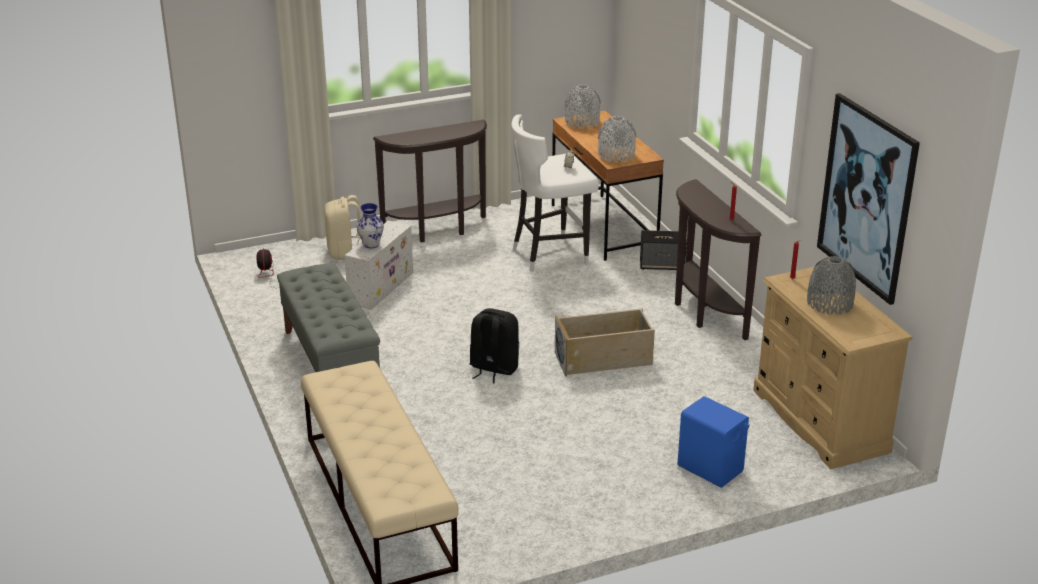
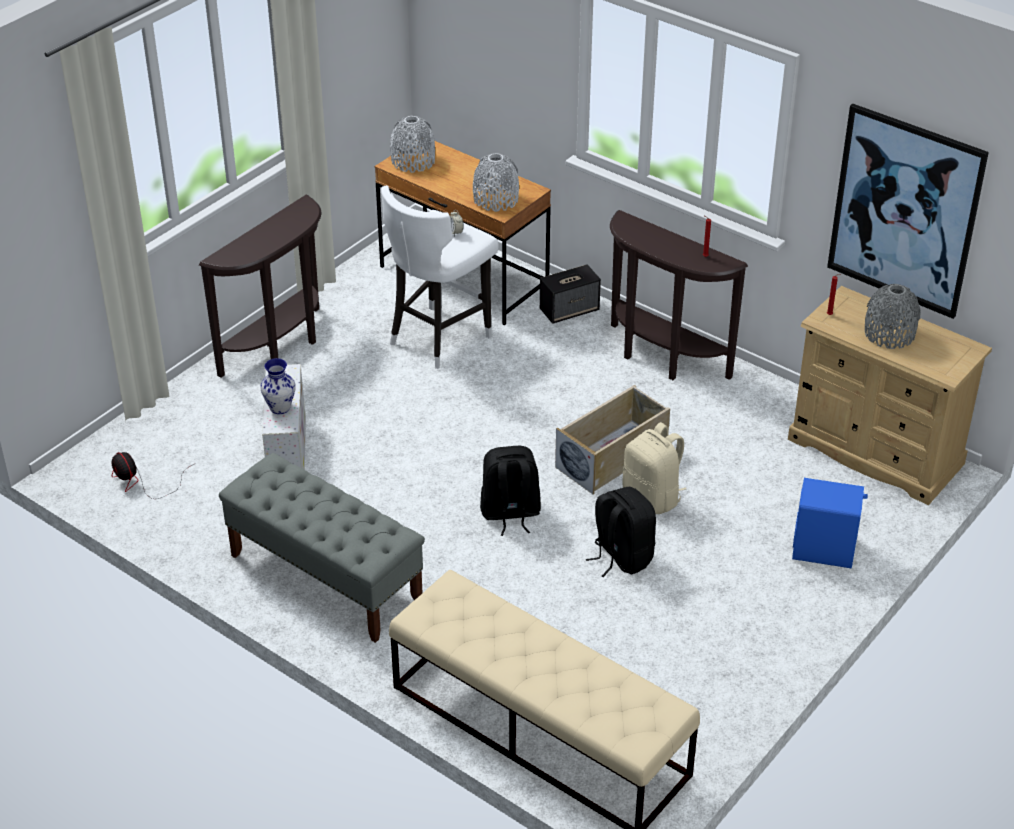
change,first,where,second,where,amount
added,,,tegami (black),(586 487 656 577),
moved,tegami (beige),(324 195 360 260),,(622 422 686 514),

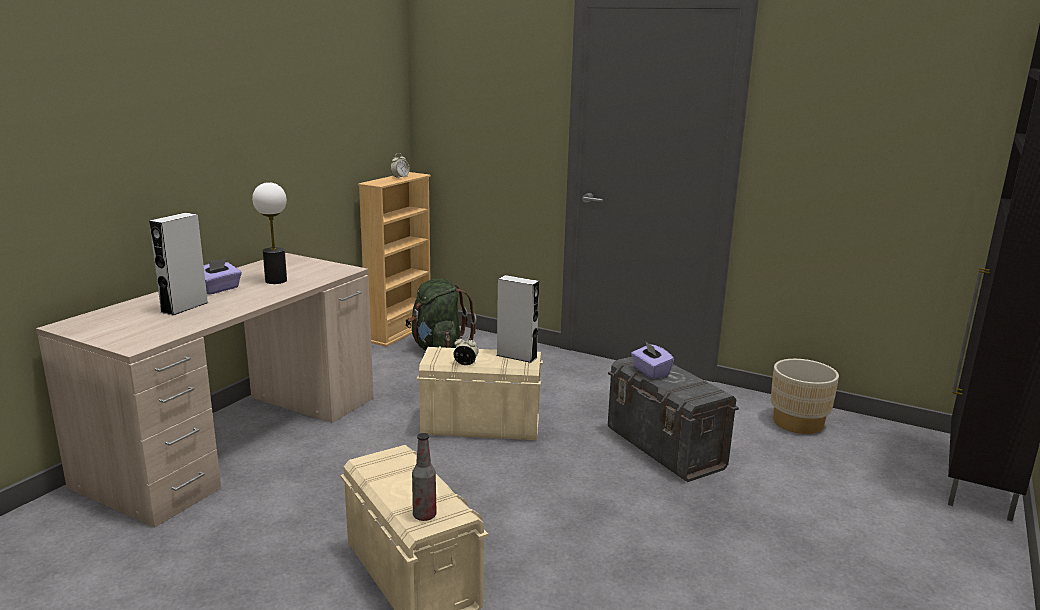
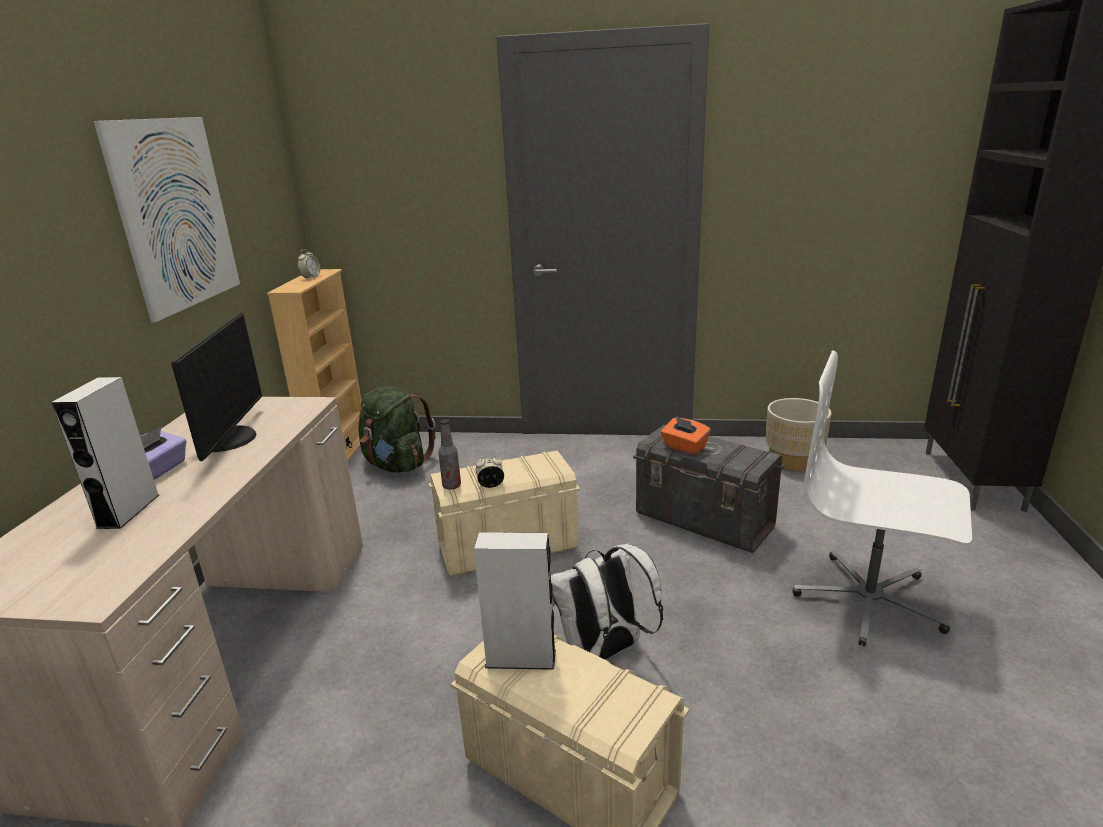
change,first,where,second,where,amount
added,,,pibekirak,(94 117 240 322),
replaced,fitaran,(252 182 287 284),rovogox,(171 313 262 461),
moved,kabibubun,(412 433 437 521),,(438 419 461 490),
moved,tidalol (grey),(496 275 539 363),,(474 533 556 670),
added,,,tegami (white),(551 543 663 660),
recoloured,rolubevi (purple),(631 341 674 379),rolubevi (orange),(661 417 711 455),
added,,,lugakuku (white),(793 351 972 646),

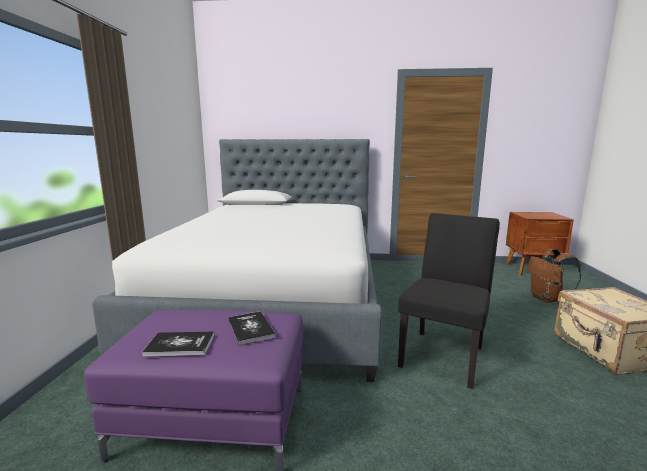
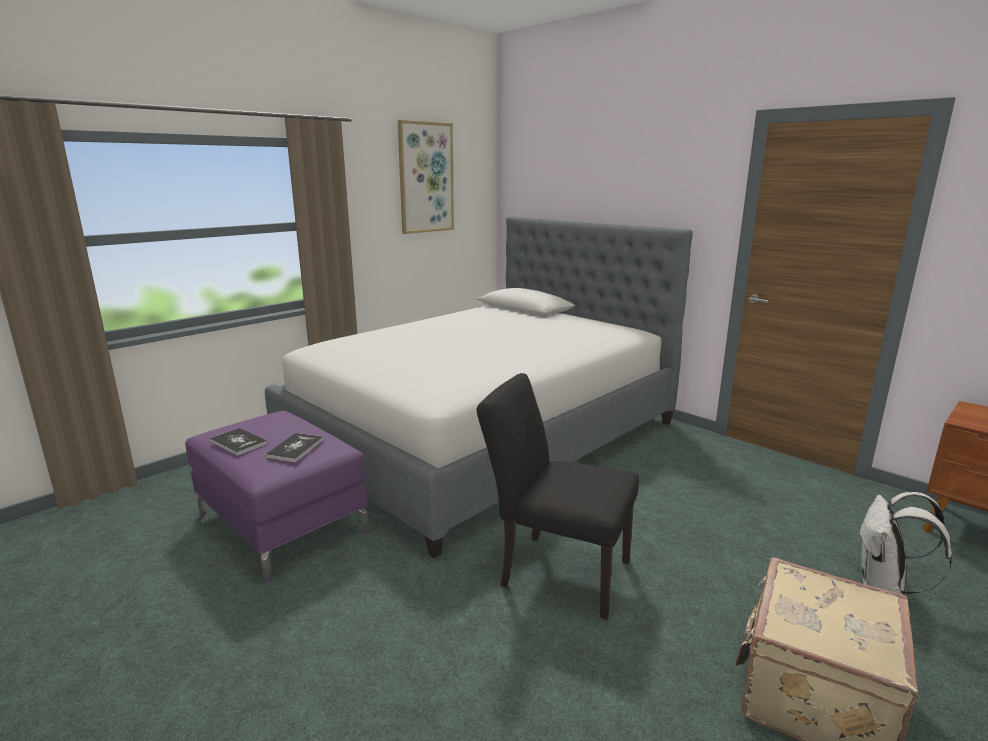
change,first,where,second,where,amount
added,,,pibekirak,(398 120 454 234),
turned,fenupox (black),(398 213 500 389),,(477 373 639 620),135 degrees counterclockwise
recoloured,tegami (brown),(528 248 581 303),tegami (white),(858 492 952 594),

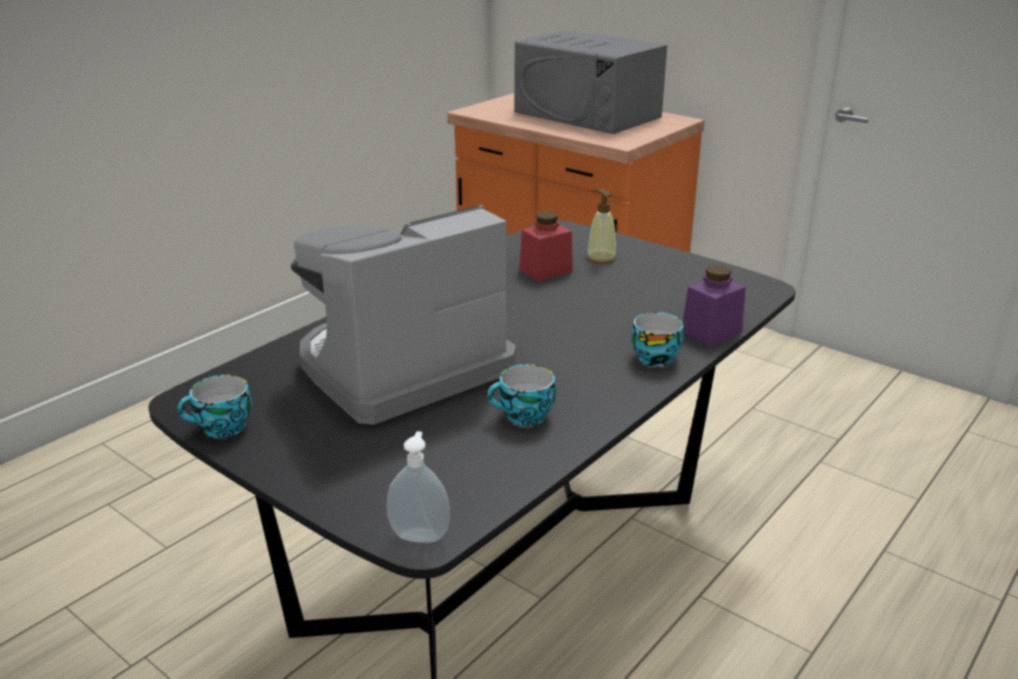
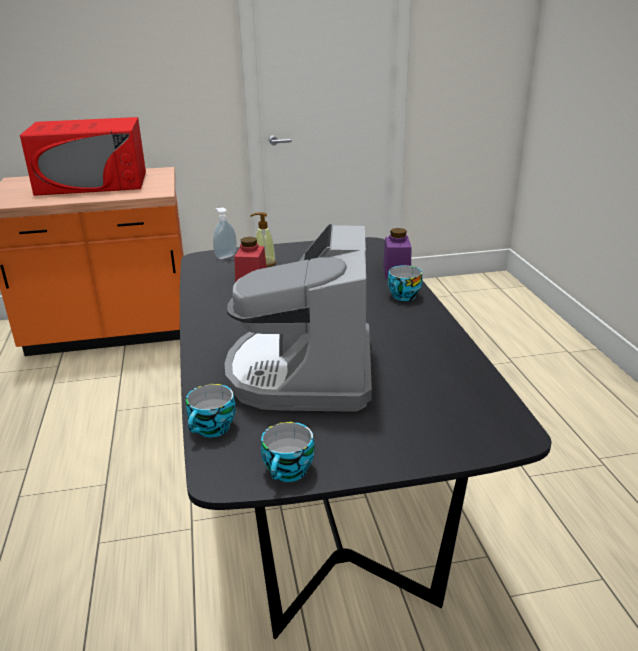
change,first,where,second,where,amount
recoloured,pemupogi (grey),(514 30 667 134),pemupogi (red),(20 117 146 196),
moved,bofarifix,(487 364 556 426),,(186 384 236 437),
moved,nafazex,(387 431 450 543),,(213 208 237 259),

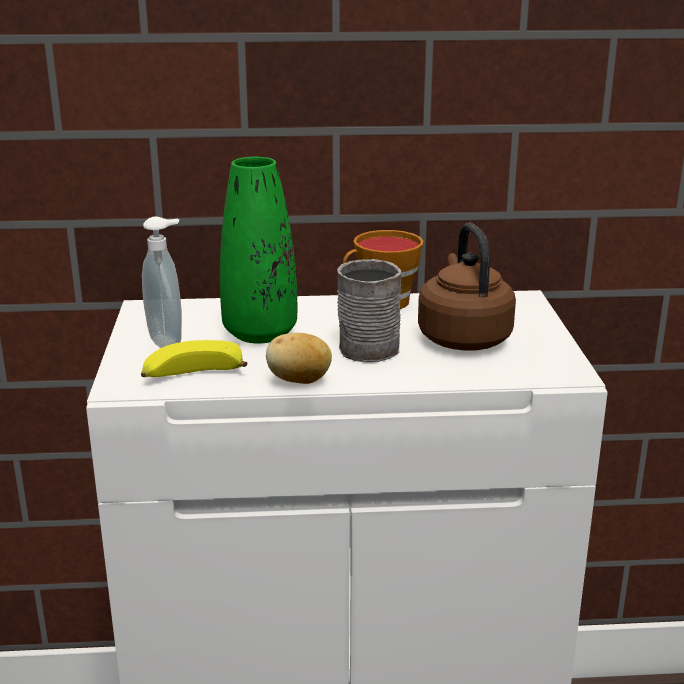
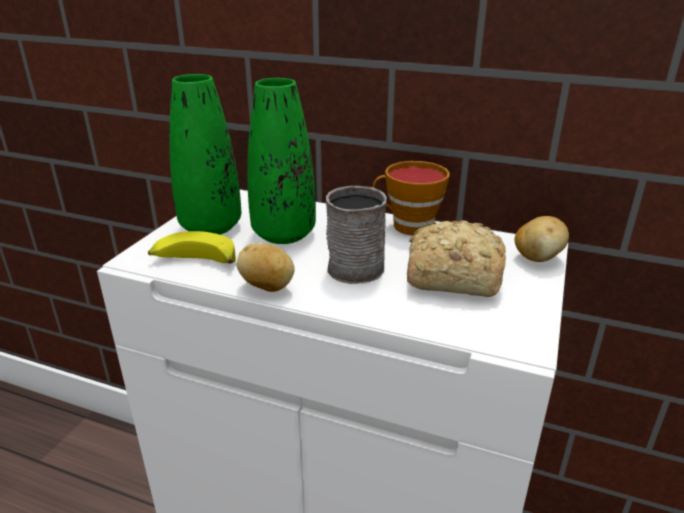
change,first,where,second,where,amount
replaced,nafazex,(142 216 182 348),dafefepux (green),(169 74 241 235),
replaced,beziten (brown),(418 223 516 351),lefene,(407 220 506 297),
added,,,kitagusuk,(515 216 569 262),

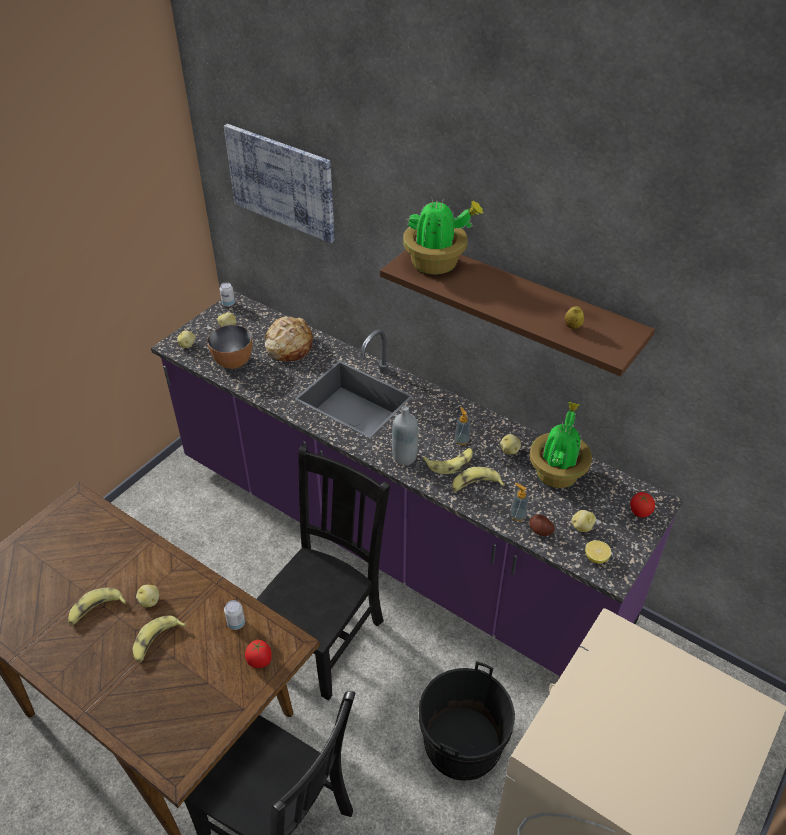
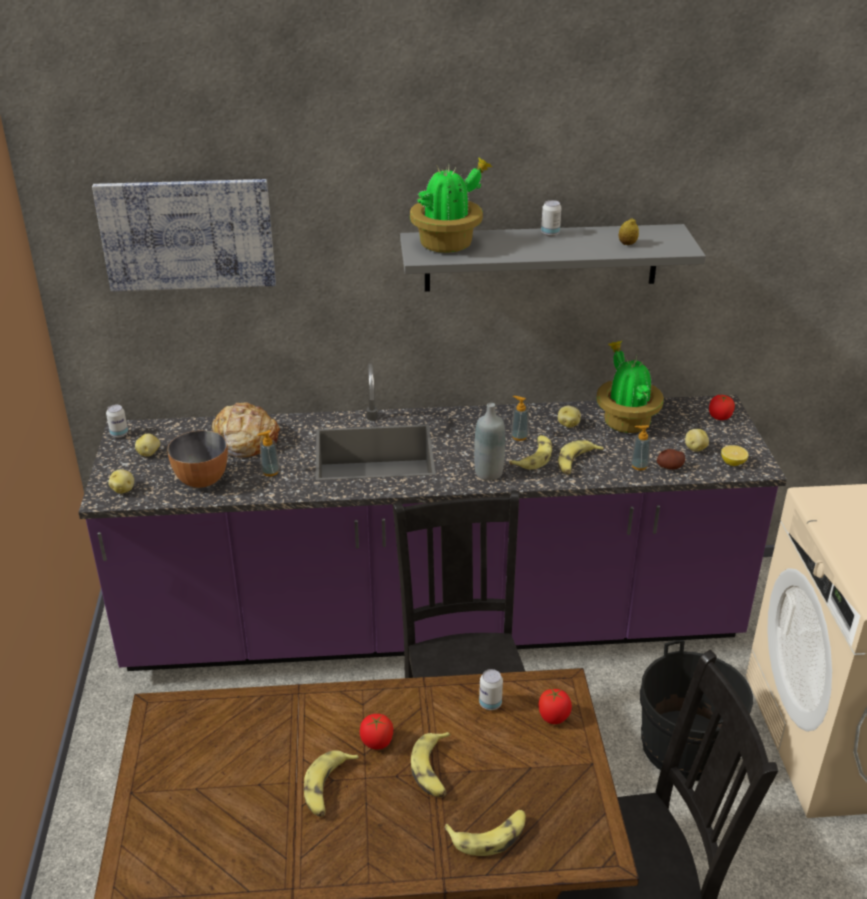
change,first,where,second,where,amount
added,,,nafazex,(257 430 280 476),
replaced,kitagusuk,(136 585 159 607),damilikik,(360 714 393 750),
recoloured,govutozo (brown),(380 250 655 377),govutozo (grey),(400 224 706 292),
added,,,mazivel,(444 810 526 856),
added,,,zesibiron,(541 200 562 237),

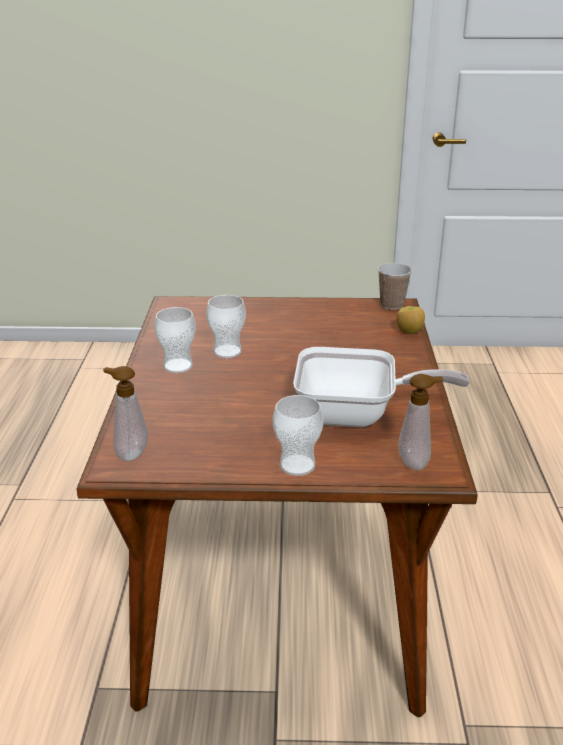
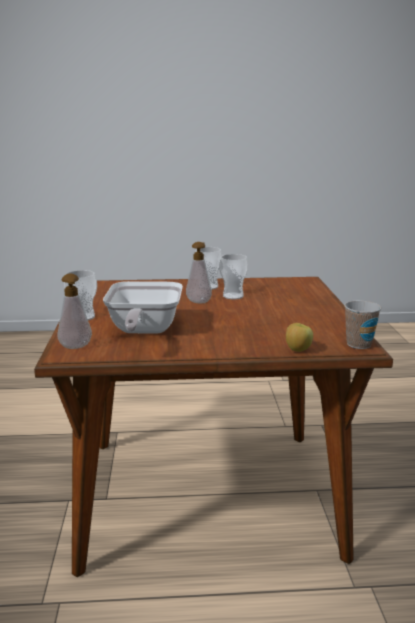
change,first,where,second,where,amount
moved,nafazex,(103 366 148 461),,(186 242 212 303),

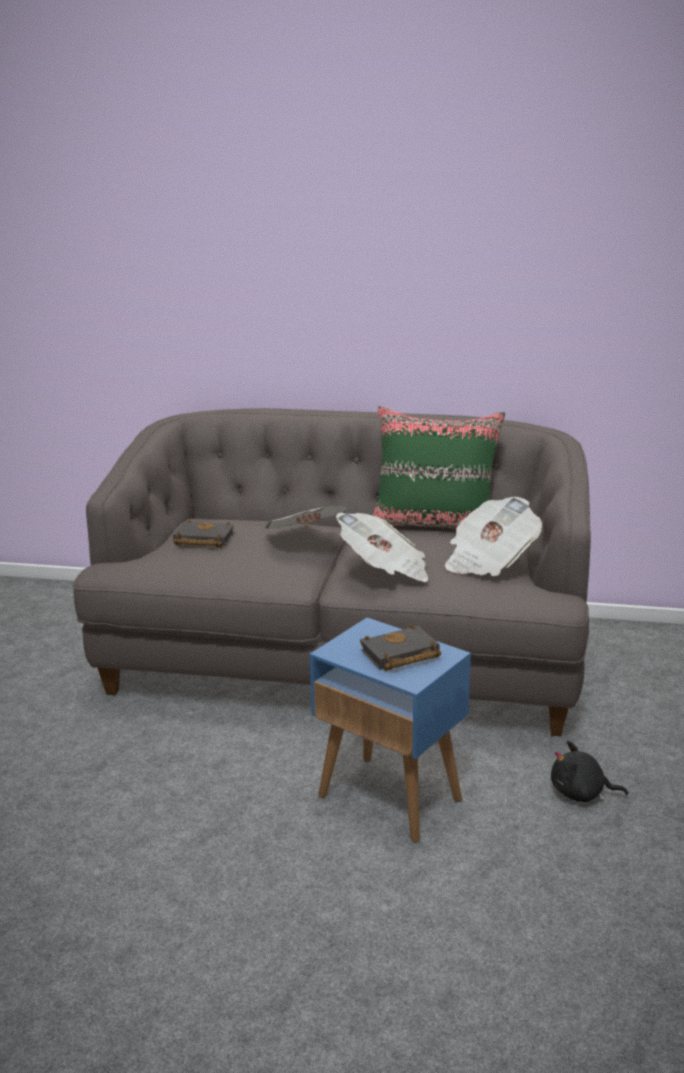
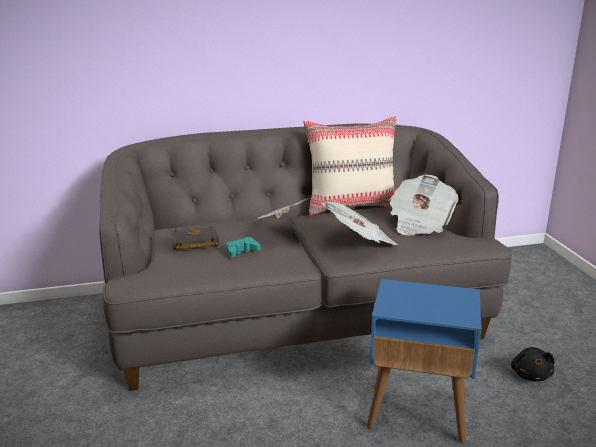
change,first,where,second,where,amount
added,,,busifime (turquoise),(226 237 261 257),
recoloured,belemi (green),(373 406 505 529),belemi (beige),(303 116 397 215),
turned,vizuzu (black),(551 741 628 802),,(511 347 555 381),75 degrees counterclockwise
removed,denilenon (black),(360 625 441 671),,,

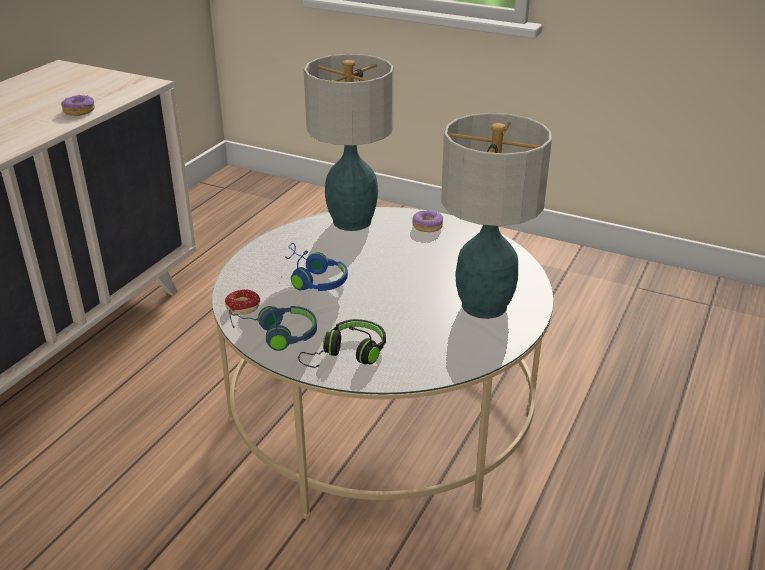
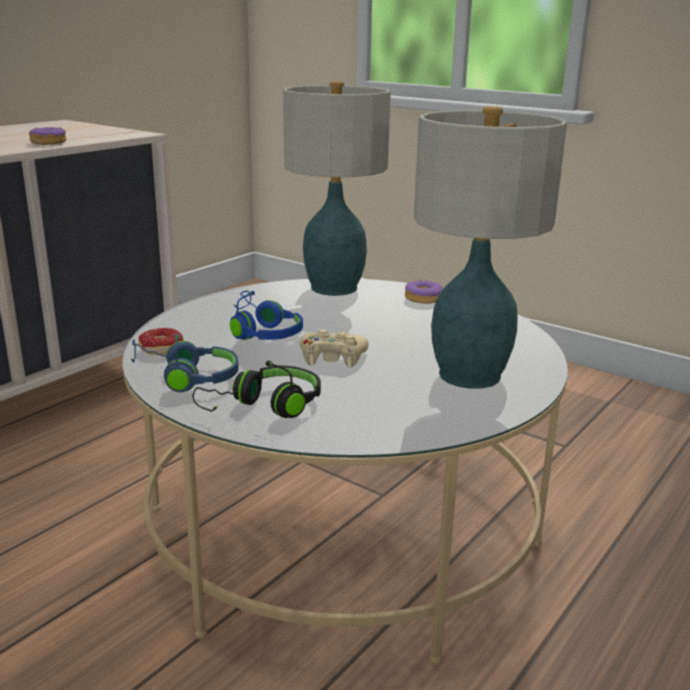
change,first,where,second,where,amount
added,,,busifime (beige),(300 329 368 367),

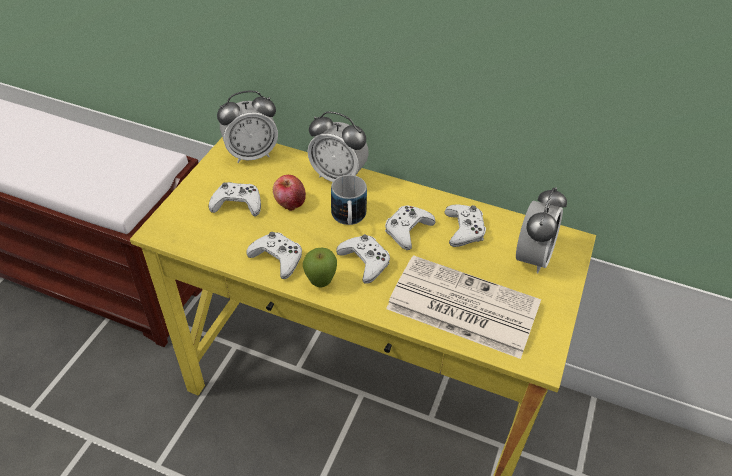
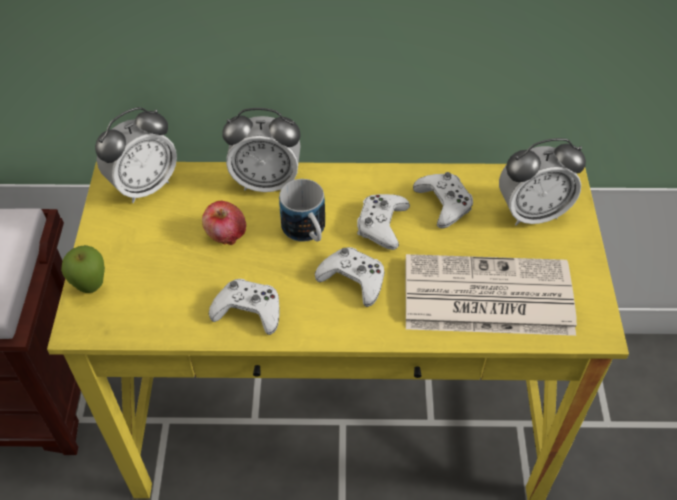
change,first,where,second,where,amount
moved,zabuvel,(303 248 337 288),,(61 245 105 293),
turned,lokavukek,(516 187 567 274),,(499 138 586 225),75 degrees clockwise
removed,busifime (white),(209 182 261 216),,,

